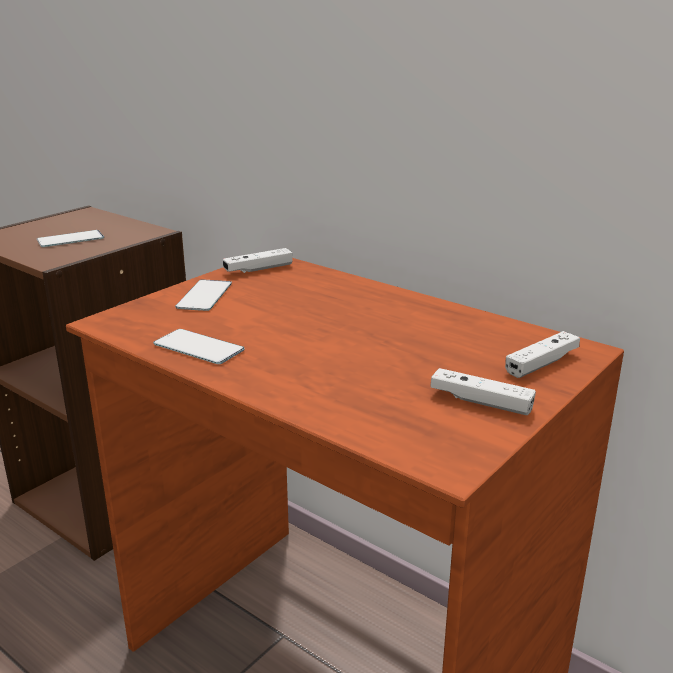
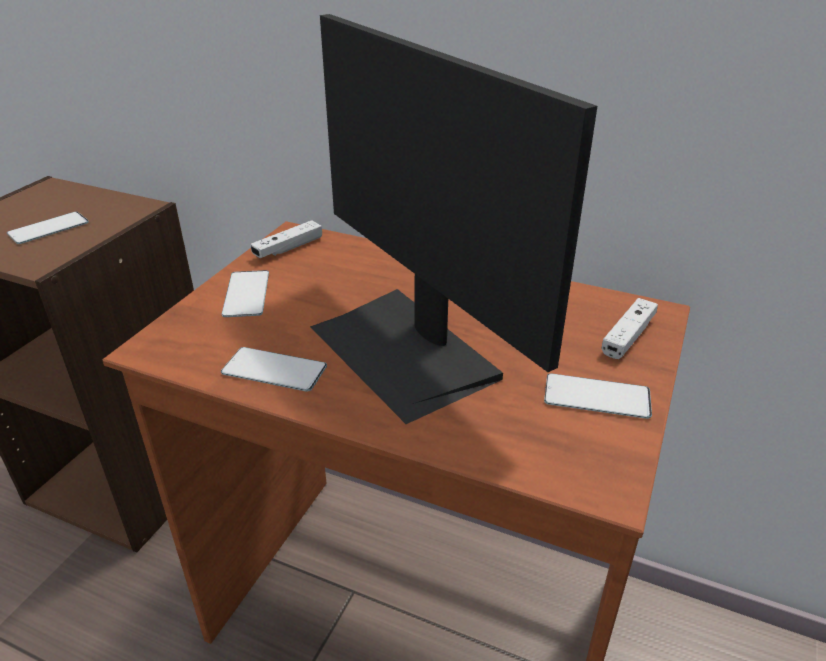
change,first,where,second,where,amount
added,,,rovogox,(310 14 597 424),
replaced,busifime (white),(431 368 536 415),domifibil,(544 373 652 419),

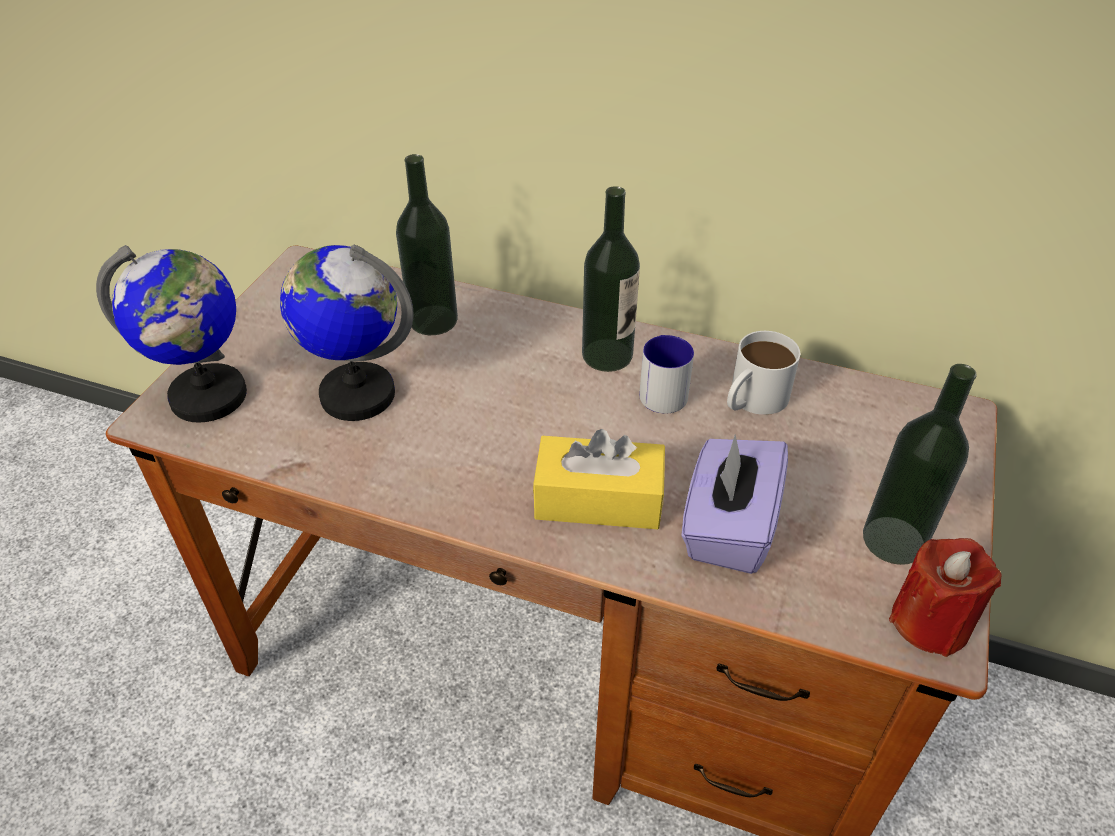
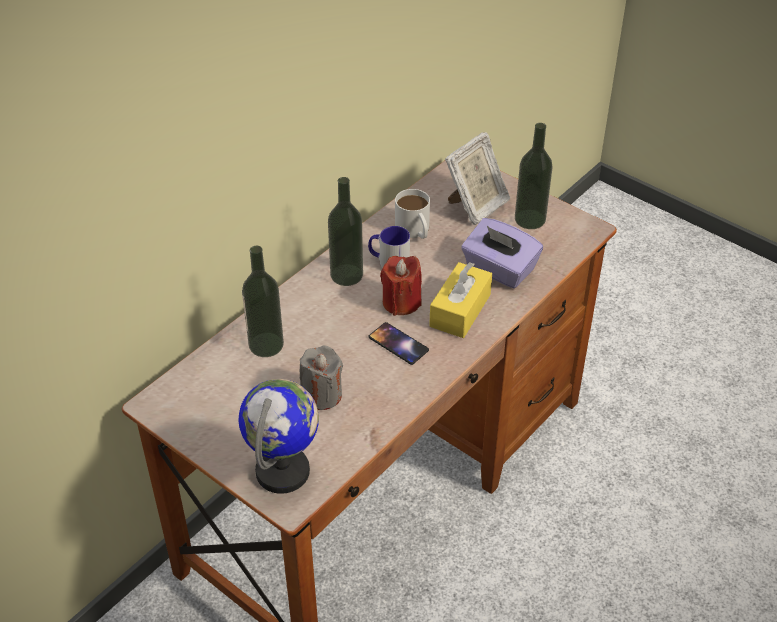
change,first,where,second,where,amount
replaced,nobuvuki,(280 245 414 421),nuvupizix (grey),(300 346 343 410),
added,,,domifibil,(368 322 429 365),
moved,nuvupizix (red),(889 538 1002 657),,(380 256 422 316),
added,,,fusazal,(445 132 510 225),

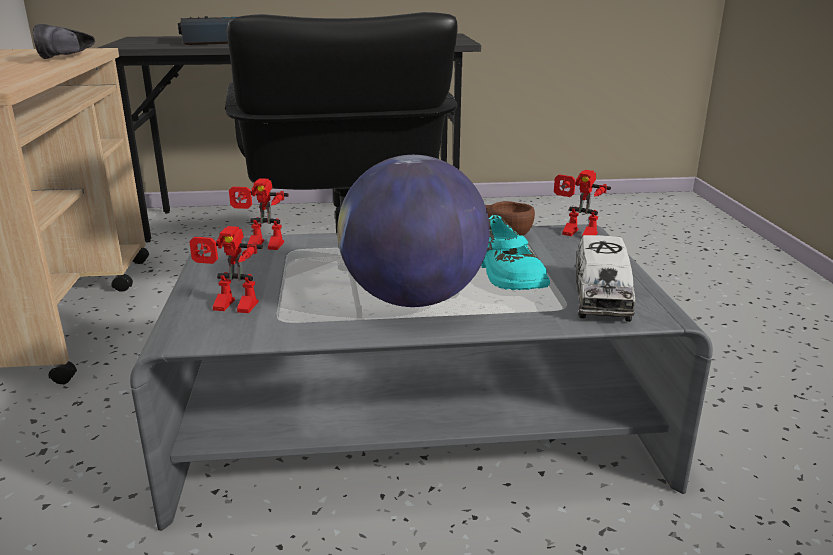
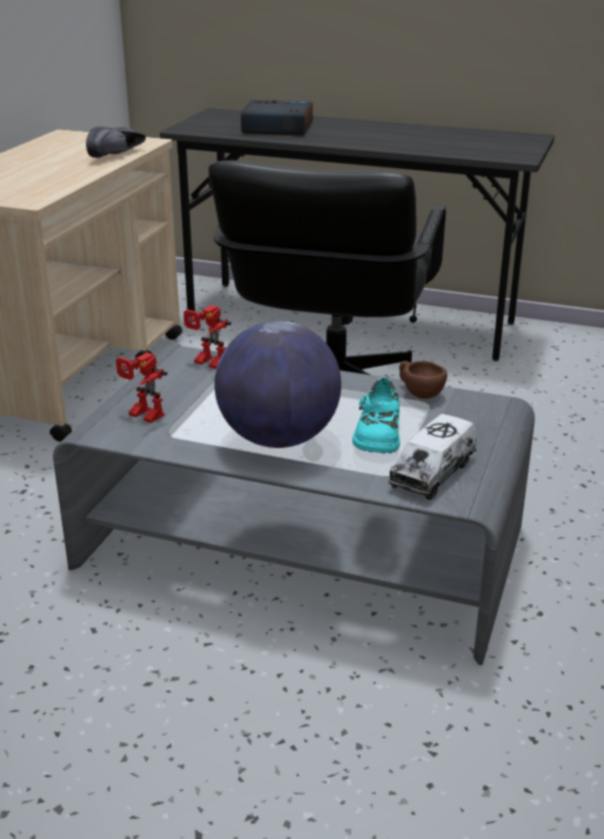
change,first,where,second,where,amount
removed,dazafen,(554 170 611 237),,,

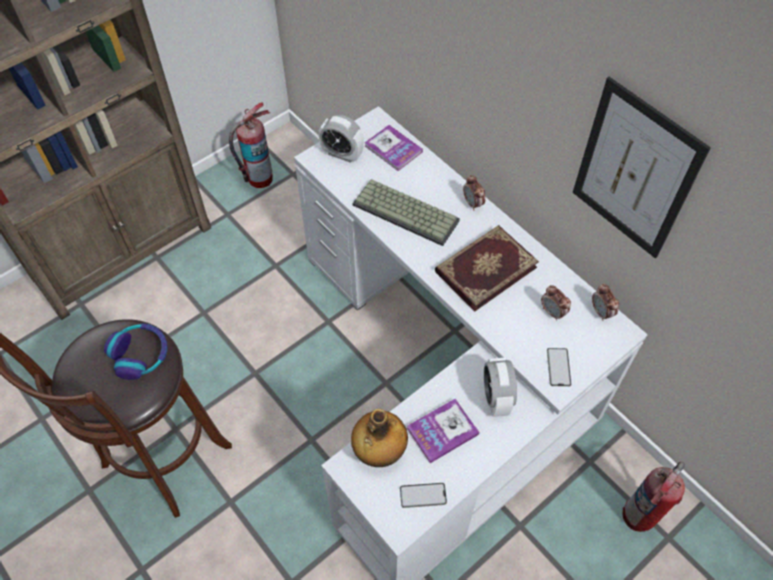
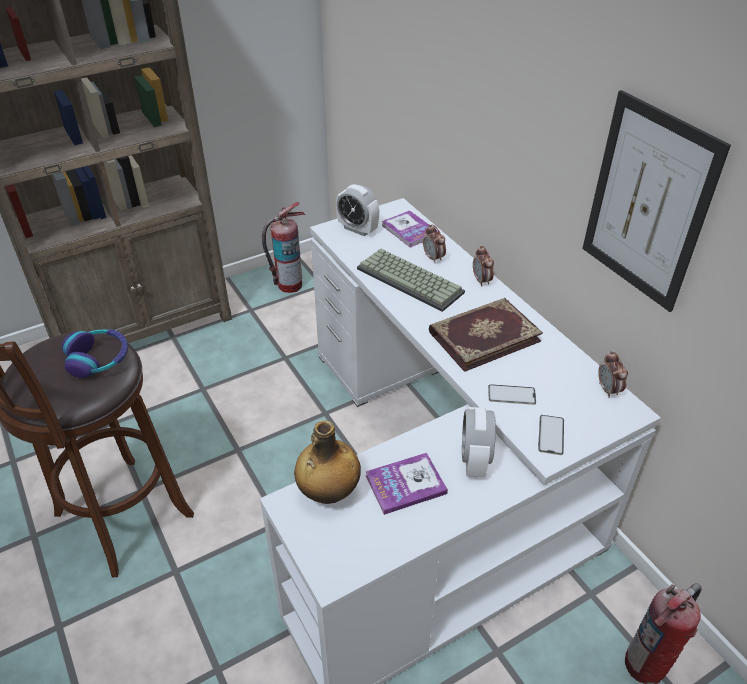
change,first,where,second,where,amount
moved,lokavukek,(541 285 571 321),,(423 225 446 263),
moved,domifibil,(400 483 447 508),,(488 384 536 405),

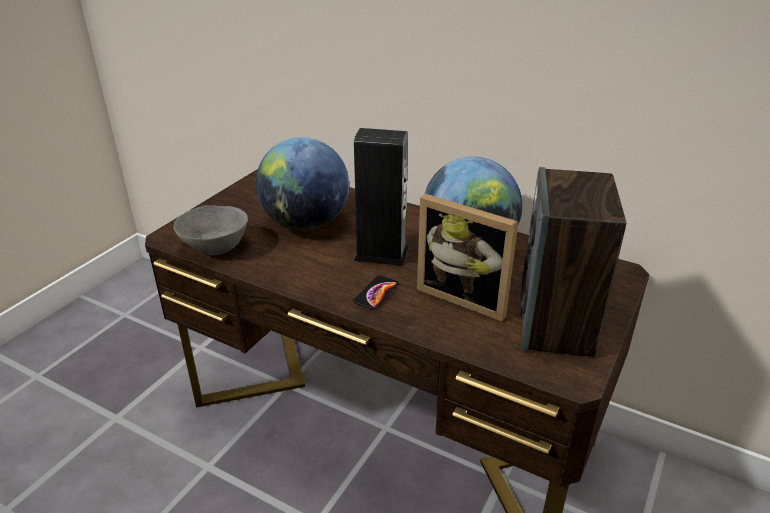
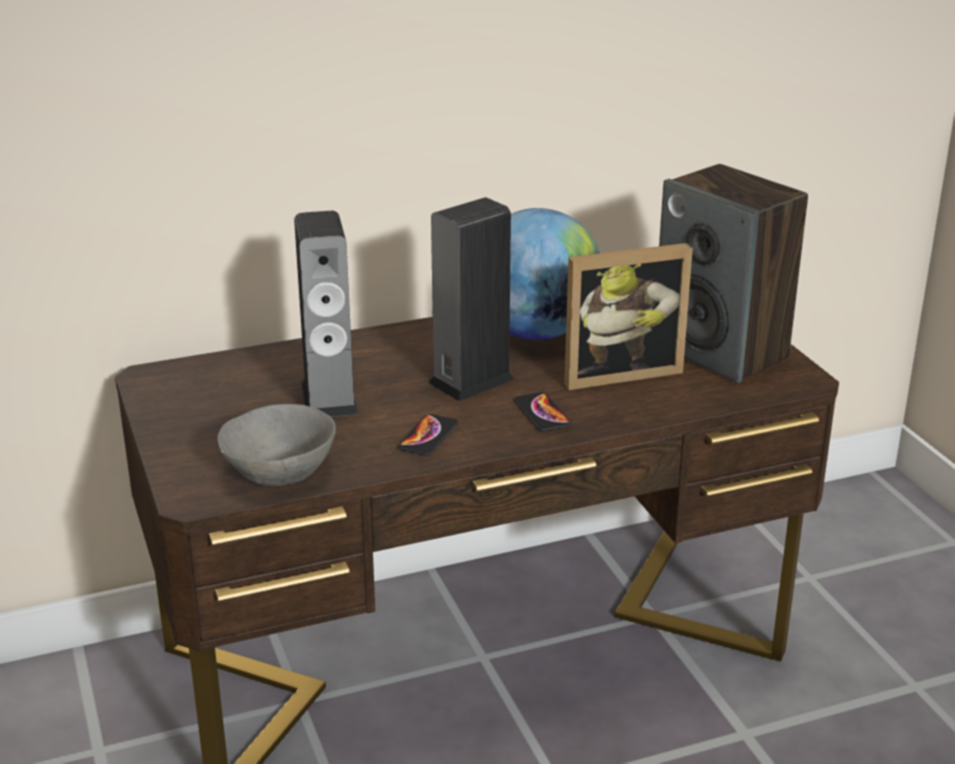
change,first,where,second,where,amount
replaced,nobuvuki,(256 137 349 231),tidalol,(294 211 358 417),
added,,,domifibil,(398 414 458 456),

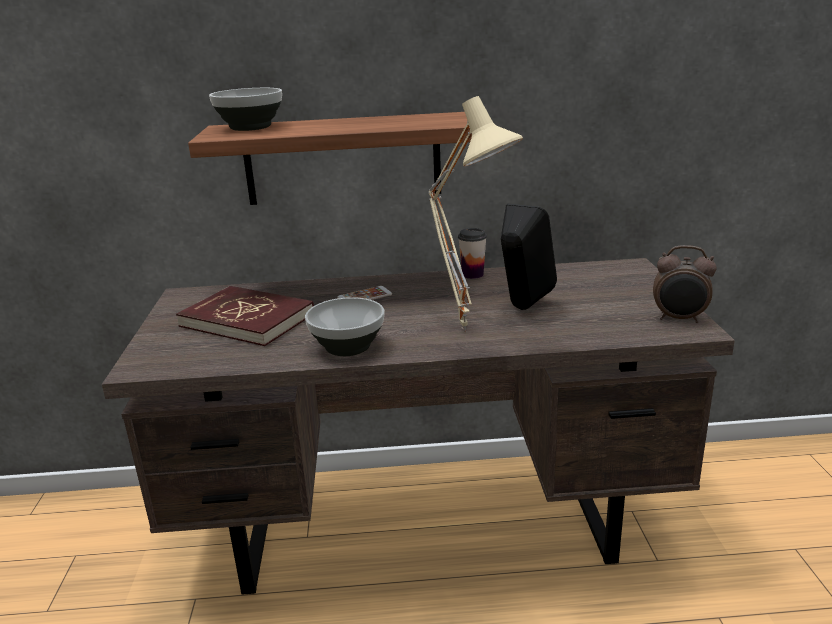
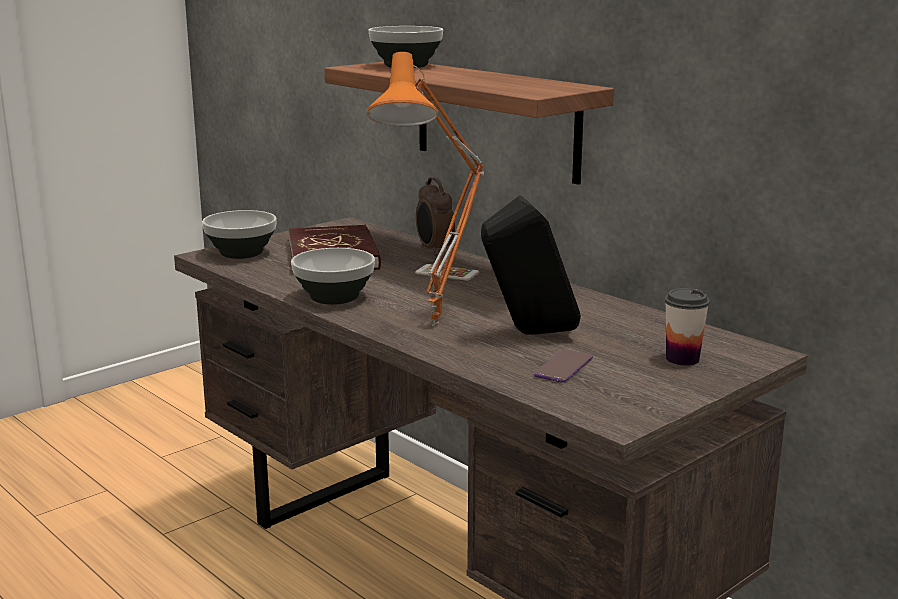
change,first,where,second,where,amount
added,,,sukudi,(202 210 277 259),
recoloured,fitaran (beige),(428 96 523 332),fitaran (orange),(367 52 484 326),
moved,lokavukek,(653 245 717 323),,(416 177 455 255),
added,,,domifibil,(533 349 593 383),
moved,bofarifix,(458 228 487 279),,(665 288 710 366),

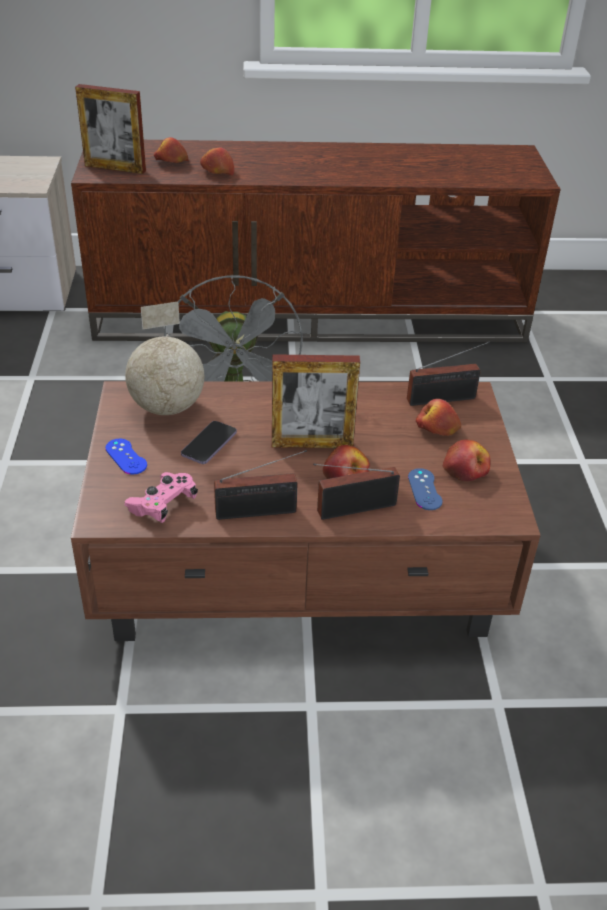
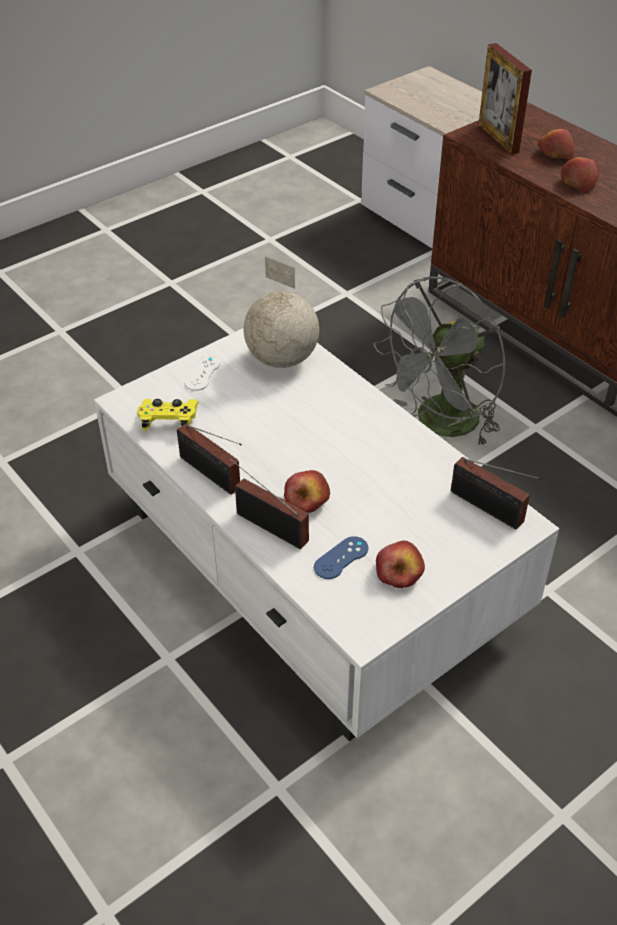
change,first,where,second,where,amount
recoloured,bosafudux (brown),(71 381 541 641),bosafudux (white),(94 328 559 742),
recoloured,busifime (pink),(124 472 198 523),busifime (yellow),(137 399 198 431),
recoloured,busifime (blue),(105 439 147 475),busifime (white),(184 355 220 391),
removed,domifibil,(181 421 237 464),,,
removed,fusazal,(272 354 360 448),,,
removed,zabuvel,(416 399 461 436),,,

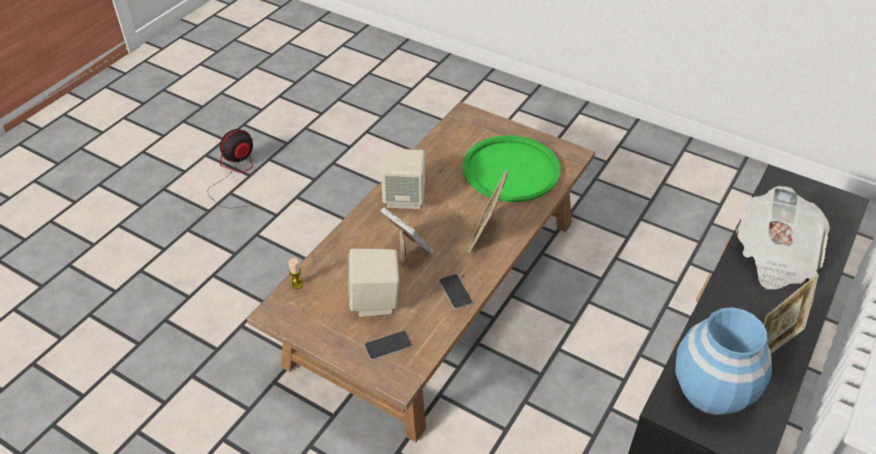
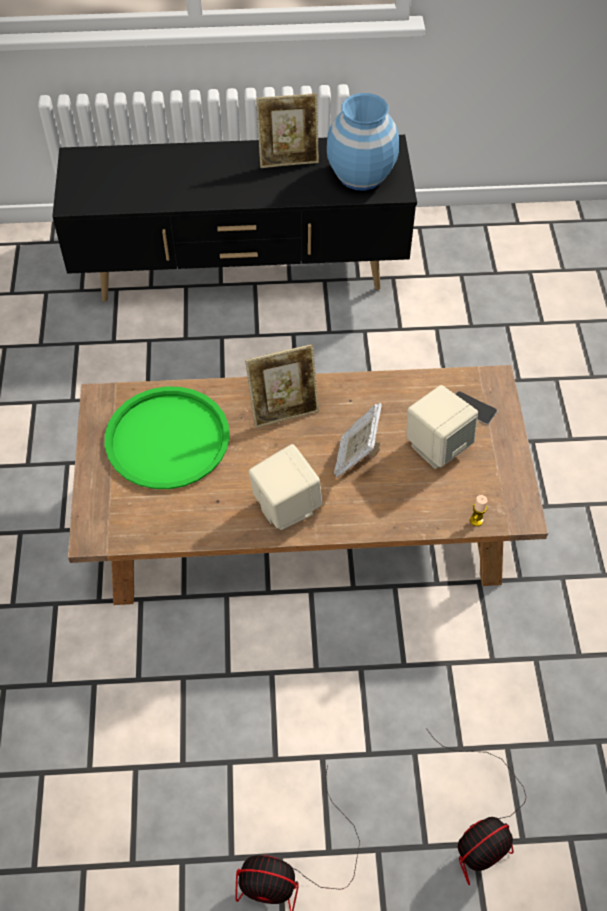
change,first,where,second,where,amount
added,,,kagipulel,(426 728 526 885),
removed,domifibil,(439 274 473 309),,,
removed,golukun,(736 186 830 290),,,

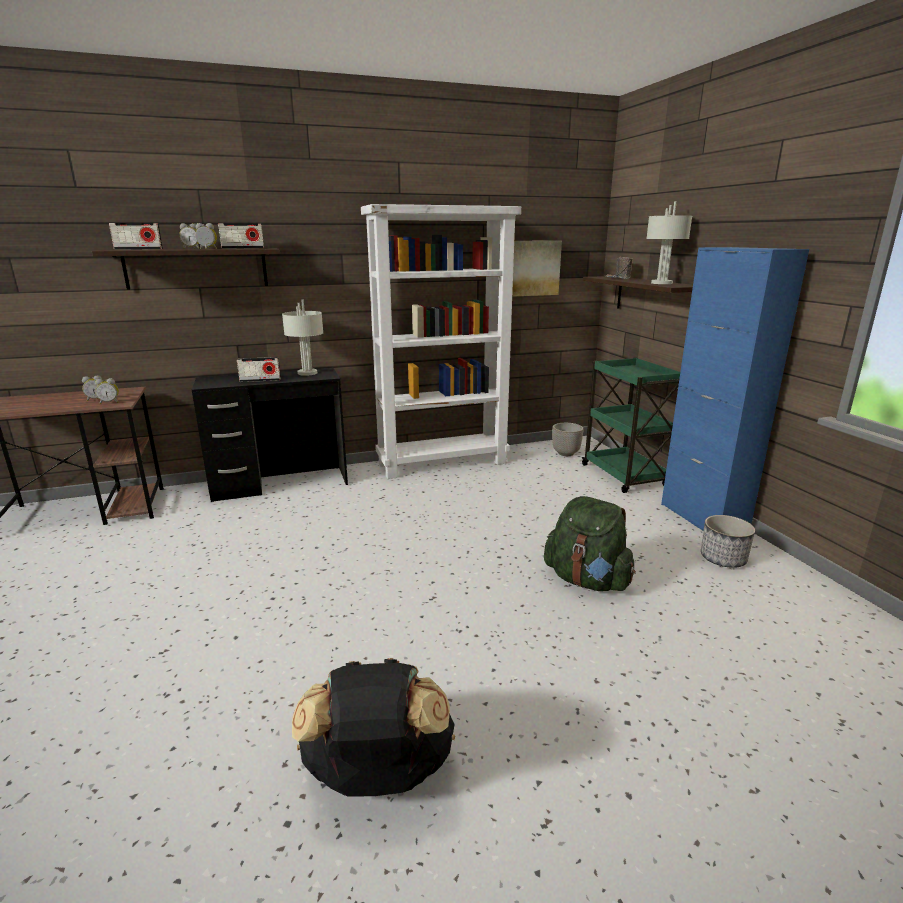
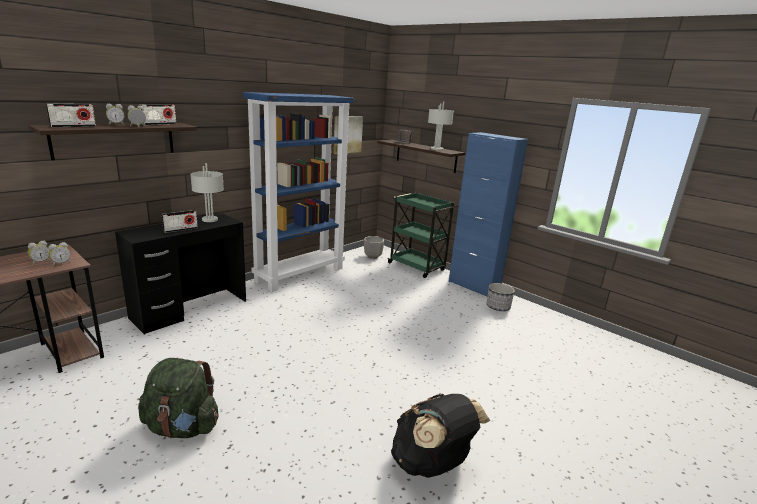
change,first,where,second,where,amount
moved,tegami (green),(544 496 636 591),,(138 358 218 438),
recoloured,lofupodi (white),(361 204 521 479),lofupodi (blue),(243 92 354 292),

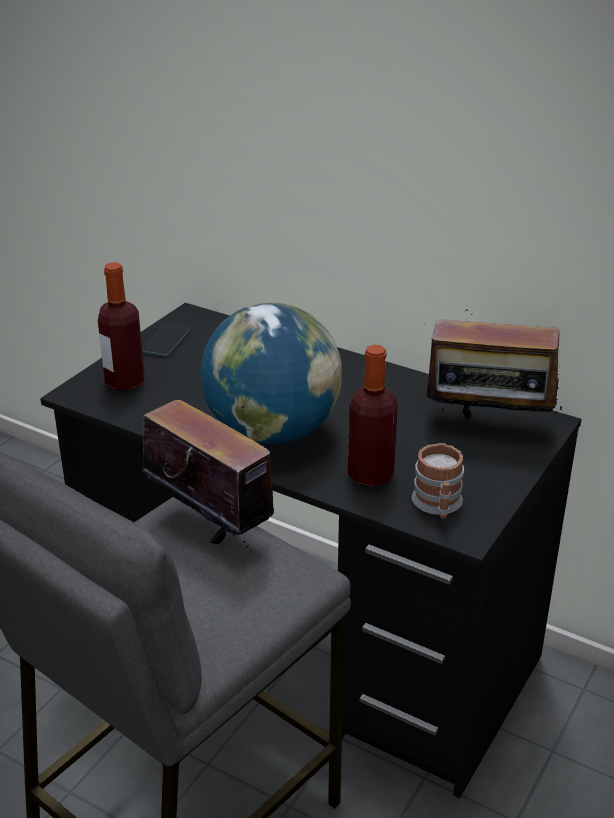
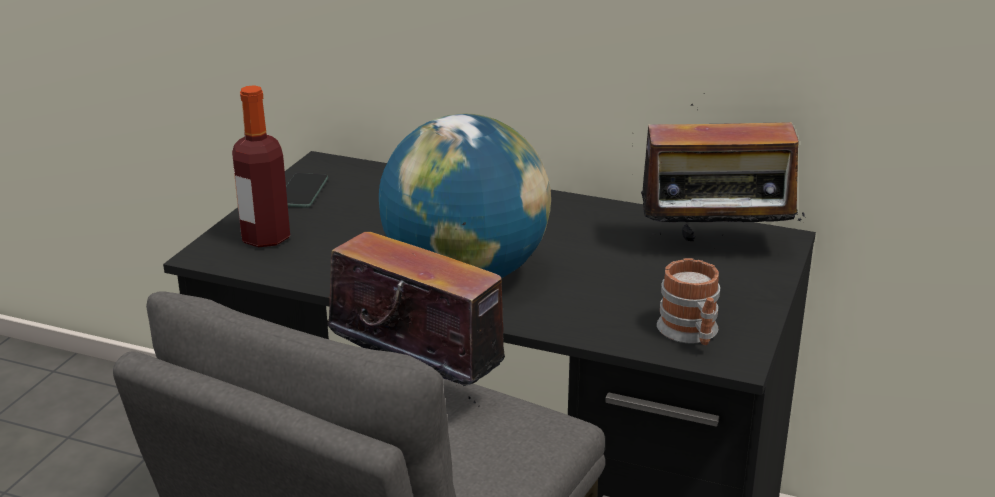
change,first,where,second,where,amount
removed,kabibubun,(348 345 398 487),,,

